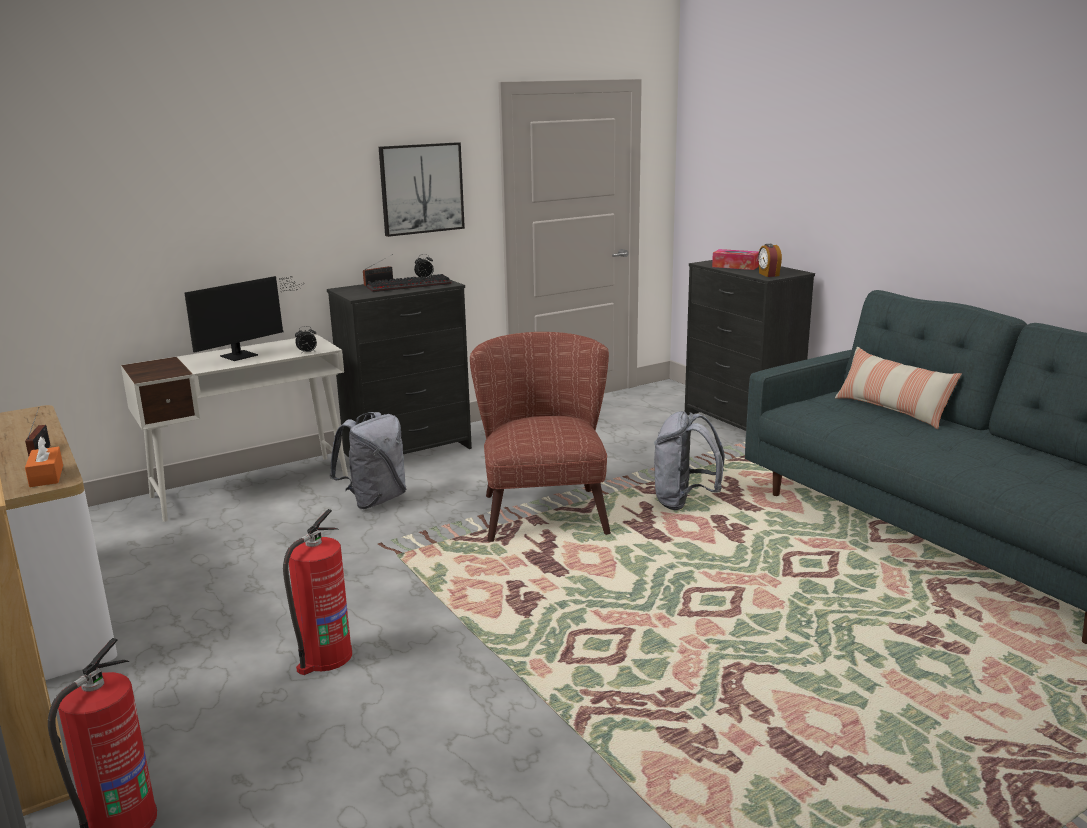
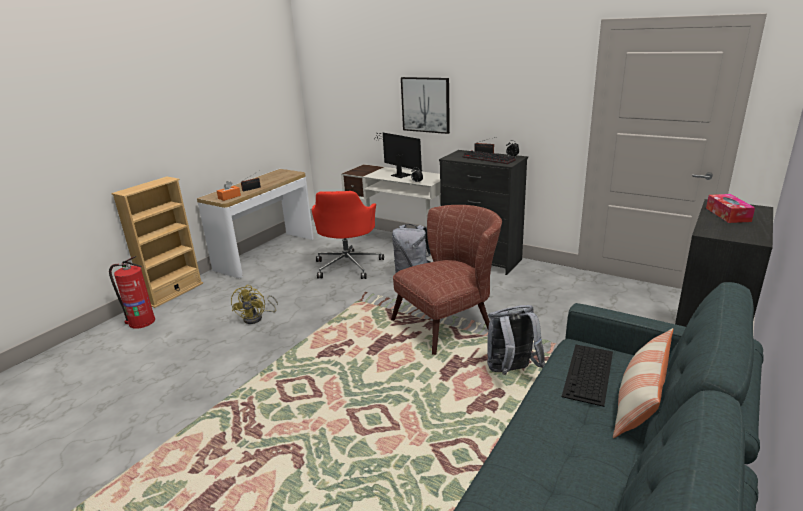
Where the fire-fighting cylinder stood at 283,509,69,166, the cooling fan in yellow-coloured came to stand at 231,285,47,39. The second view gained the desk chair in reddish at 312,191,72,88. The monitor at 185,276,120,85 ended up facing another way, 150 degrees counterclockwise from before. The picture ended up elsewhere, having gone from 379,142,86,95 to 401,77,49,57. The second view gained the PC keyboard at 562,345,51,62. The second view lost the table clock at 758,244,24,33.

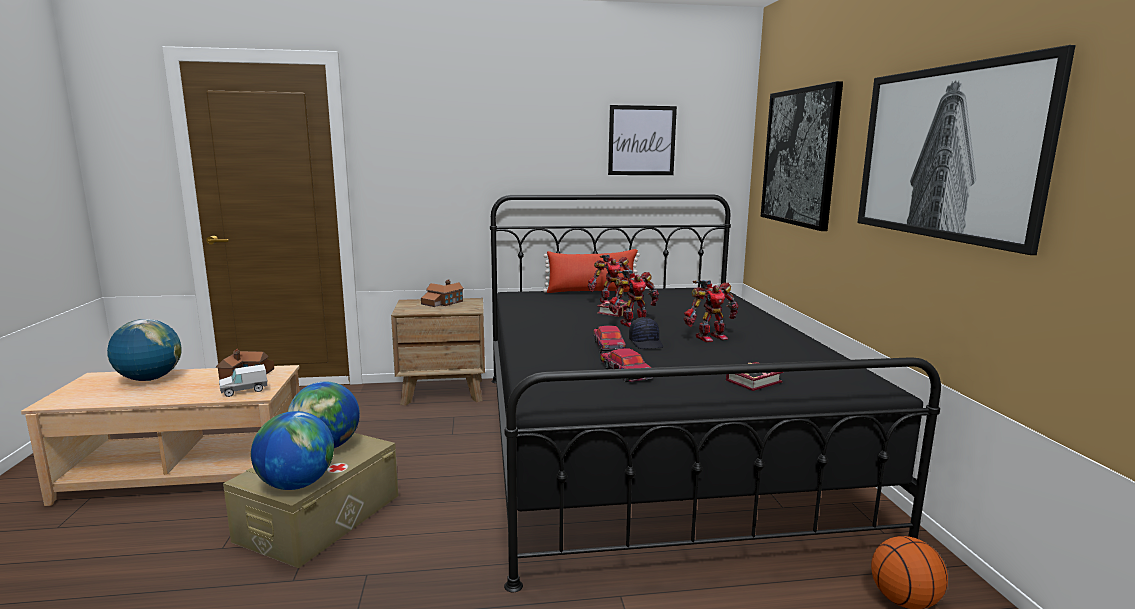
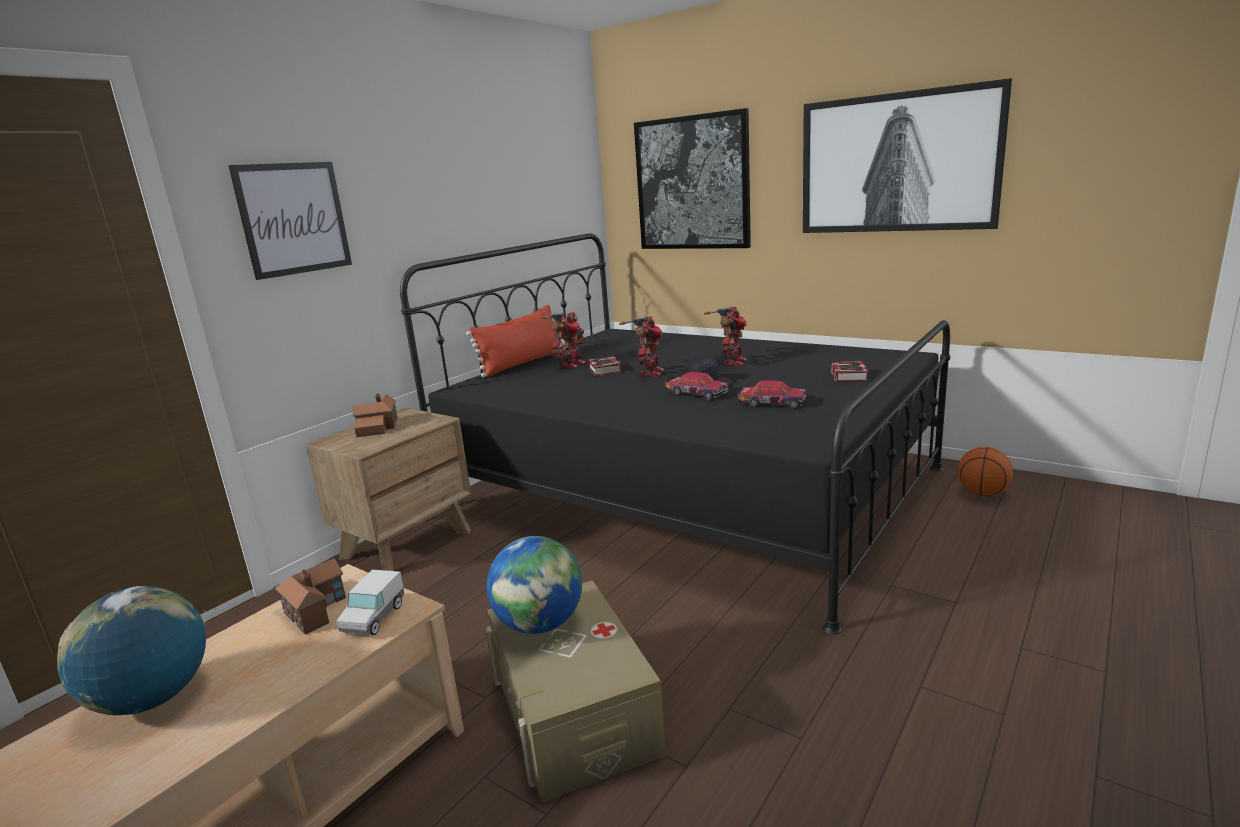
The picture ended up elsewhere, having gone from 608,105,69,70 to 228,162,124,118. The second view lost the desk globe at 251,411,83,79.

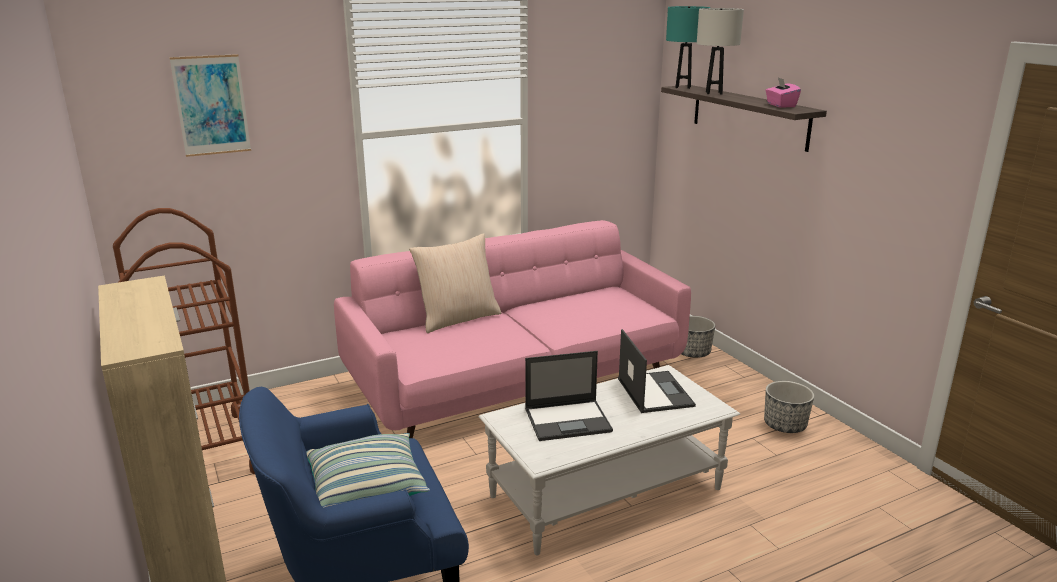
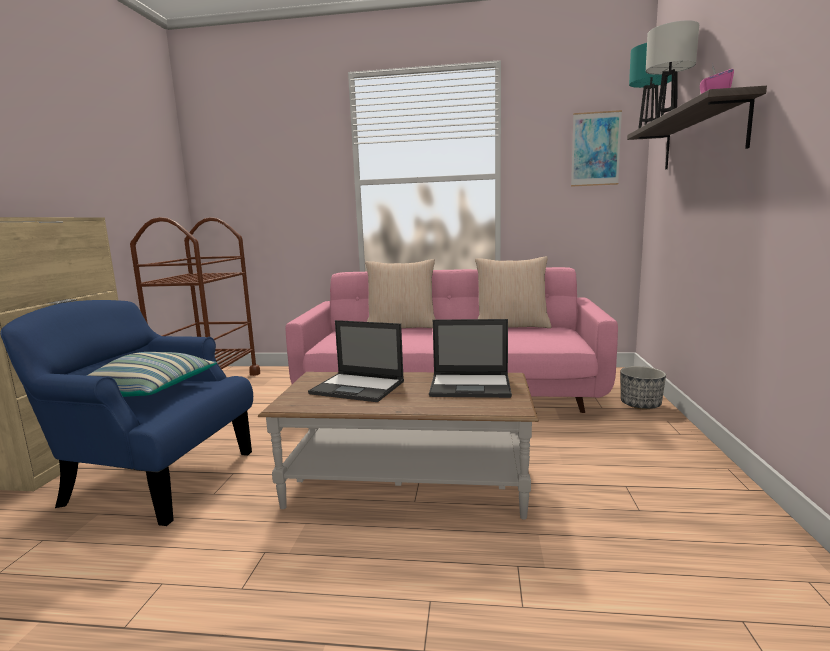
What was the coffee table in white at 479,365,261,190 turned into the coffee table in brown-coloured at 258,372,281,148. The portable computer at 618,329,78,84 ended up facing another way, 75 degrees clockwise from before. The second view gained the cushion in sand-coloured at 475,256,76,72. The picture ended up elsewhere, having gone from 169,54,82,103 to 571,110,51,77. The second view lost the plant pot at 764,381,50,52.

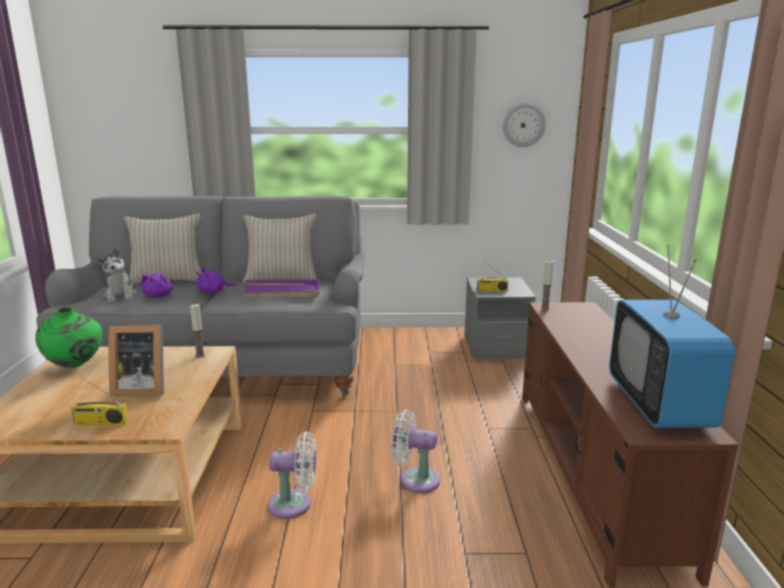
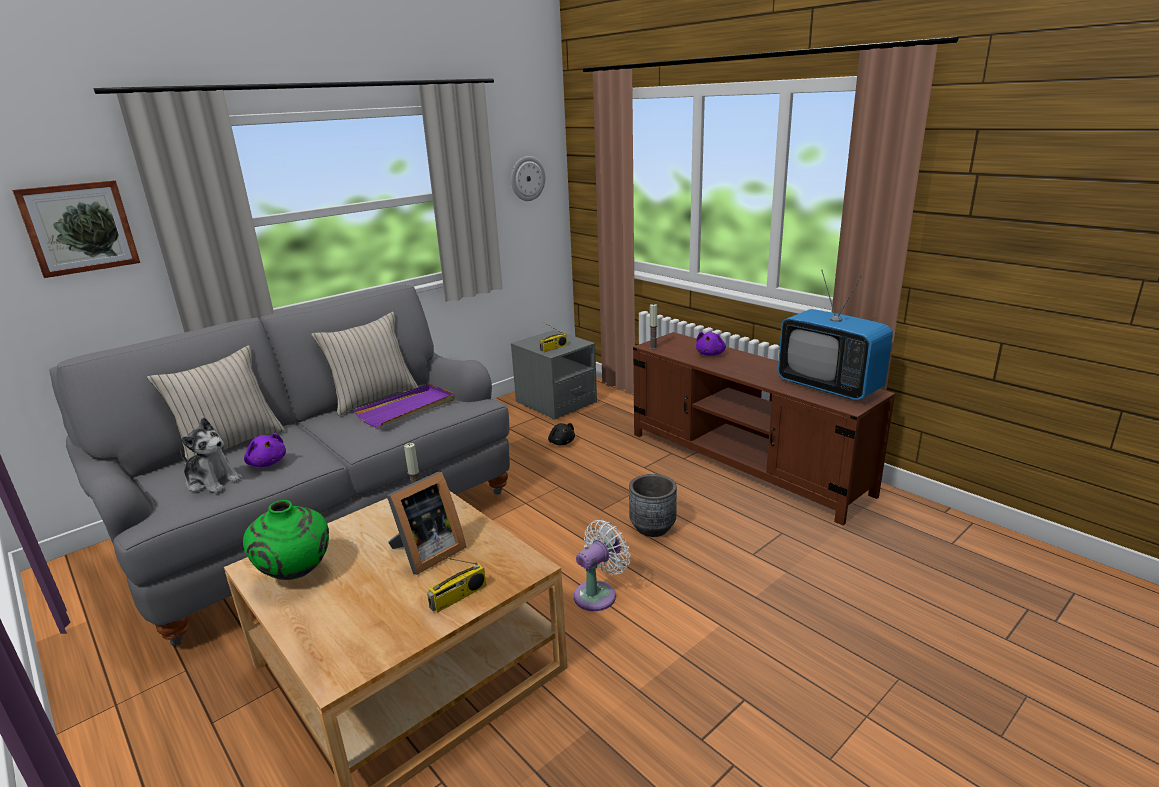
The second view gained the picture at 12,180,128,98. The second view gained the soft toy in black-coloured at 548,423,27,22. Where the cooling fan in white stood at 390,410,50,83, the plant pot in greyish came to stand at 629,474,48,63. The soft toy in purple ended up elsewhere, having gone from 196,268,40,25 to 696,332,30,24.

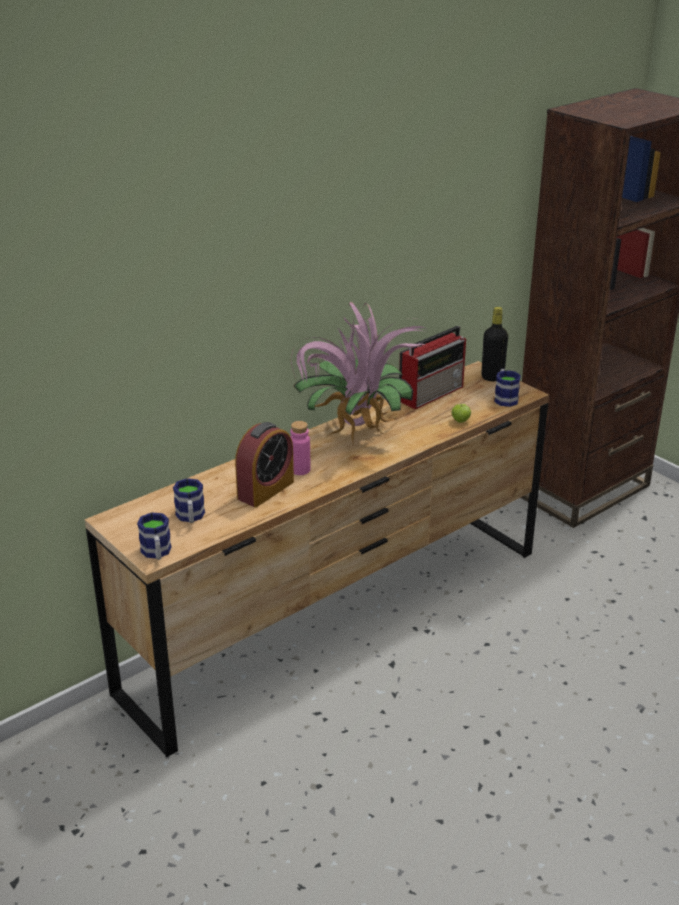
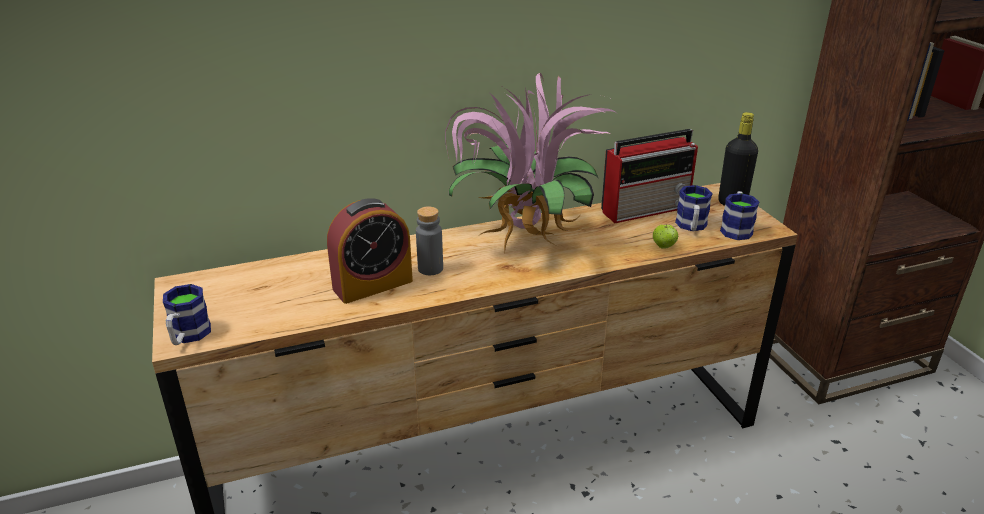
What was the beverage bottle in pink-coloured at 290,421,21,54 turned into the beverage bottle in greyish at 416,206,27,69. The coffee mug ended up elsewhere, having gone from 173,478,32,45 to 675,185,38,46.

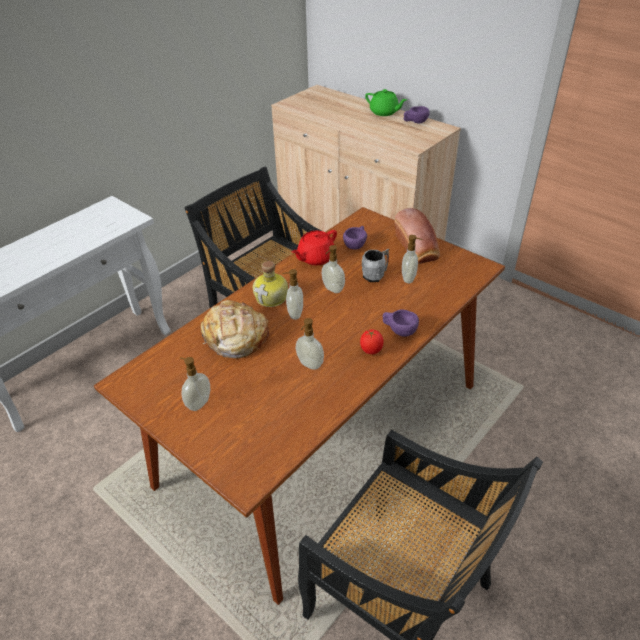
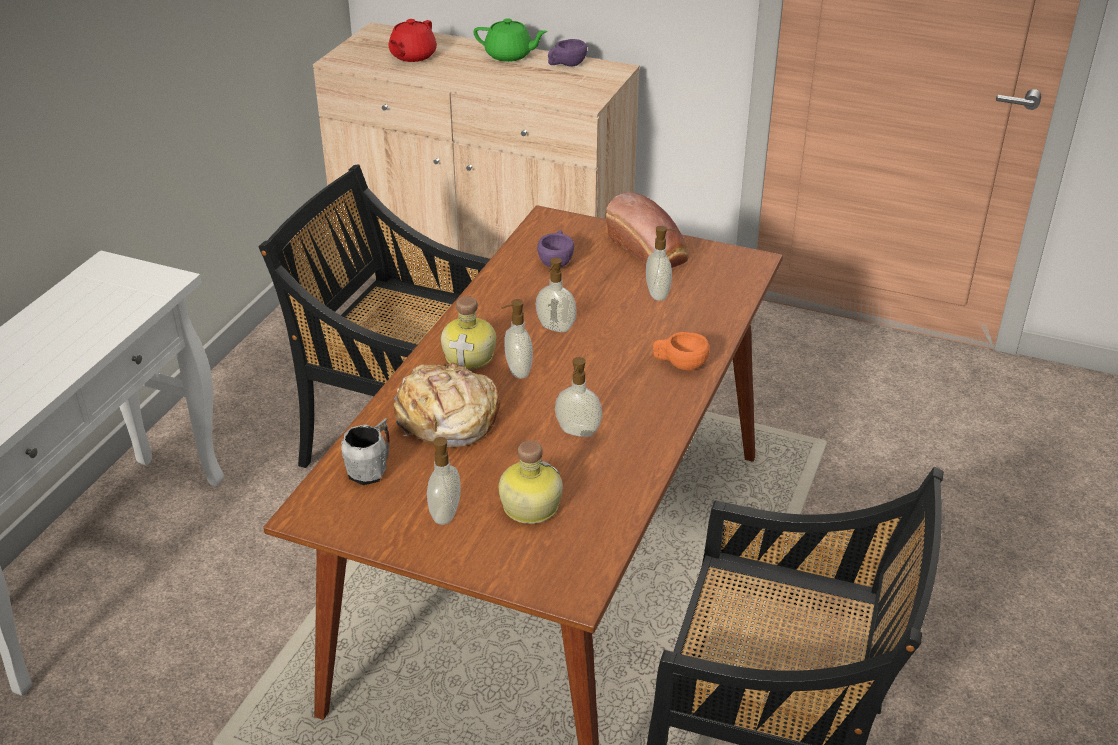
The coffee mug in greyish ended up elsewhere, having gone from 362,249,27,33 to 341,418,49,67. The pot for tea in reddish ended up elsewhere, having gone from 292,230,45,35 to 389,19,48,43. The second view gained the beverage bottle at 498,440,65,84. What was the cup in purple at 383,309,36,28 turned into the cup in orange-coloured at 653,332,57,38. The second view lost the tomato at 360,329,23,25.

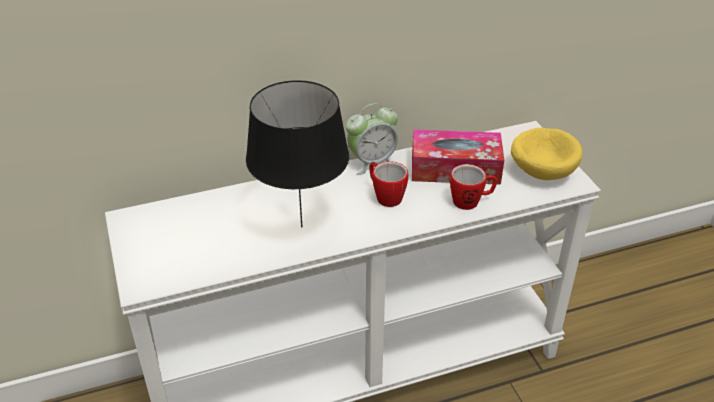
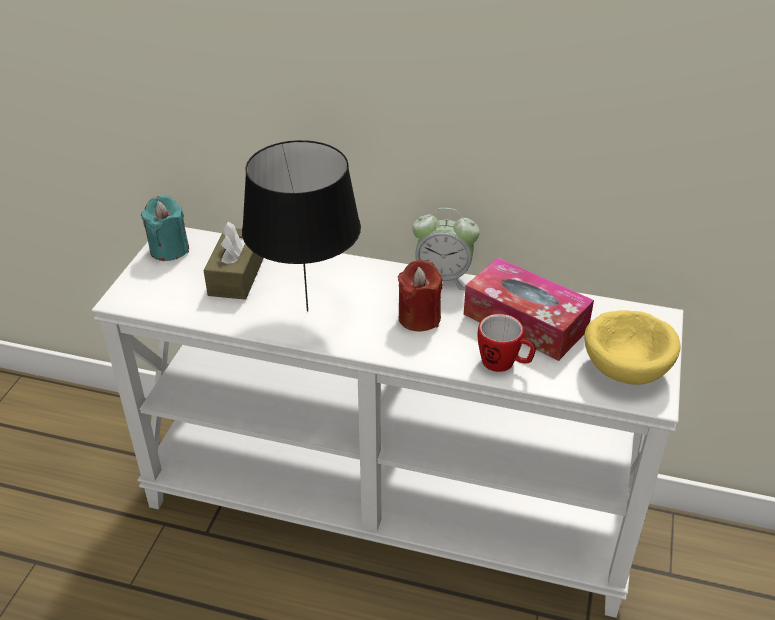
The second view gained the candle in turquoise-coloured at 141,196,48,65. The second view gained the box of tissues in brown-coloured at 204,222,60,78. Where the coffee mug stood at 369,161,39,46, the candle in reddish came to stand at 398,260,45,71.

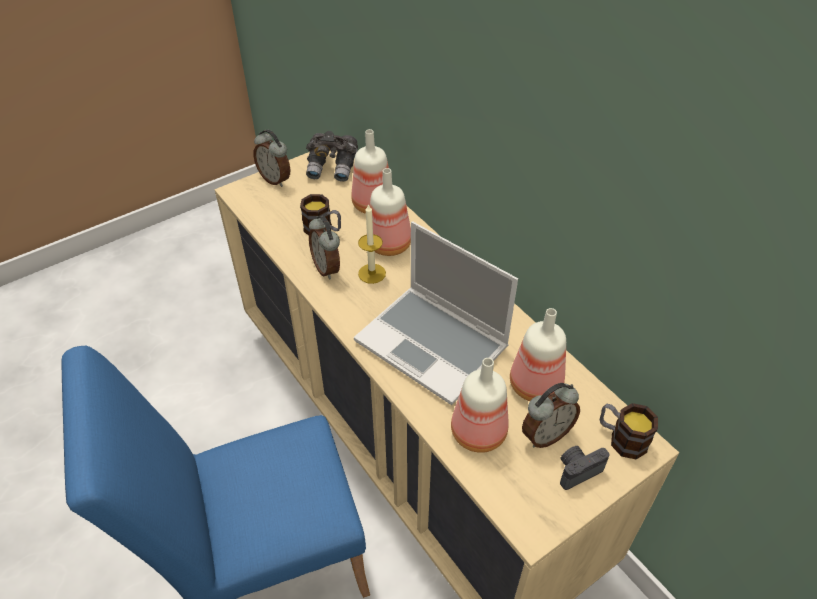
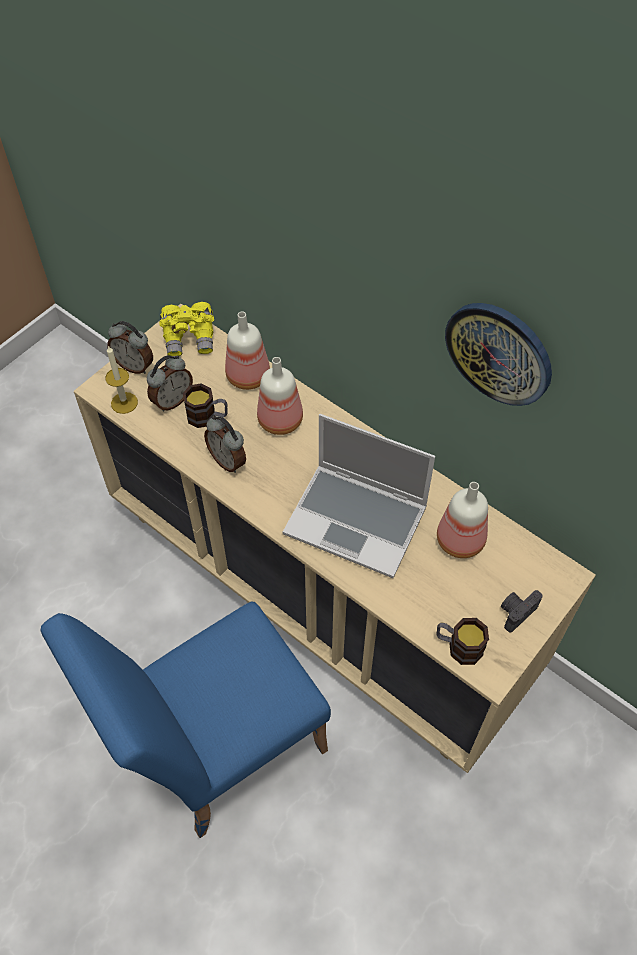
The candle ended up elsewhere, having gone from 358,204,28,80 to 105,346,33,68. The table clock ended up elsewhere, having gone from 522,383,58,65 to 147,355,46,57. What was the pair of binoculars in greyish at 306,131,52,51 turned into the pair of binoculars in yellow-coloured at 159,302,55,54. The coffee mug ended up elsewhere, having gone from 600,403,58,56 to 436,618,53,47. The second view gained the hanging clock at 445,303,107,103. The second view lost the beverage bottle at 451,358,58,95.

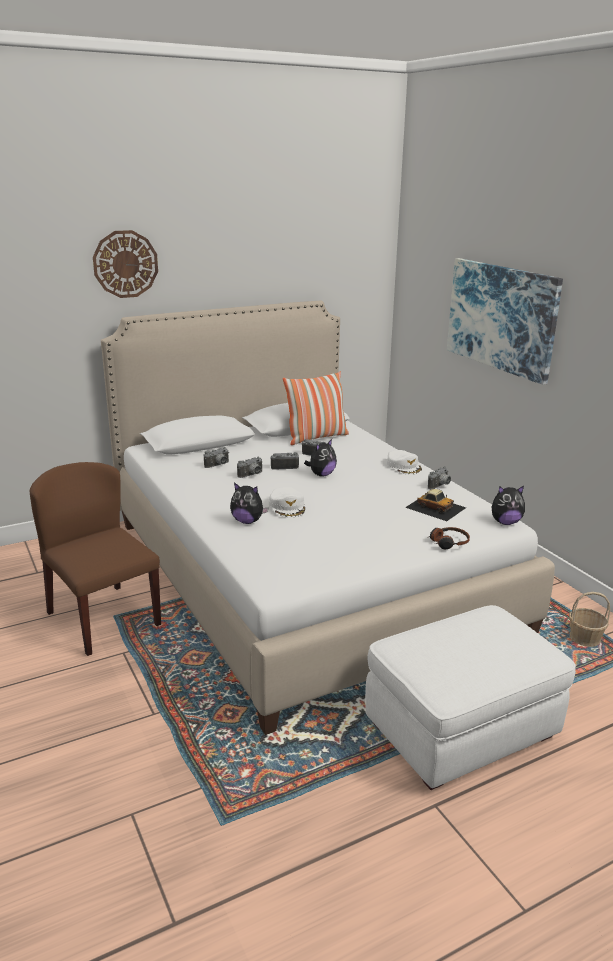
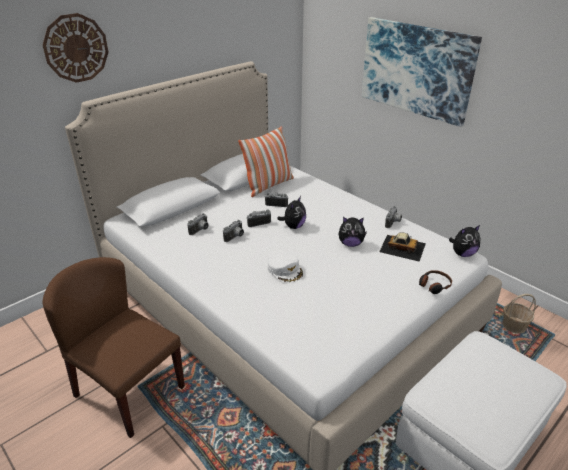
The soft toy ended up elsewhere, having gone from 230,482,38,42 to 339,217,28,30. The second view lost the peaked cap in white at 387,450,35,25.

